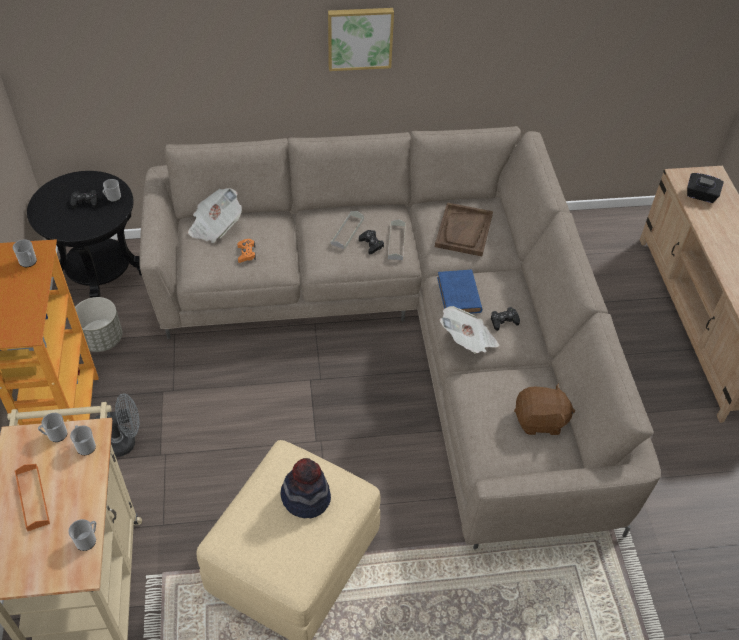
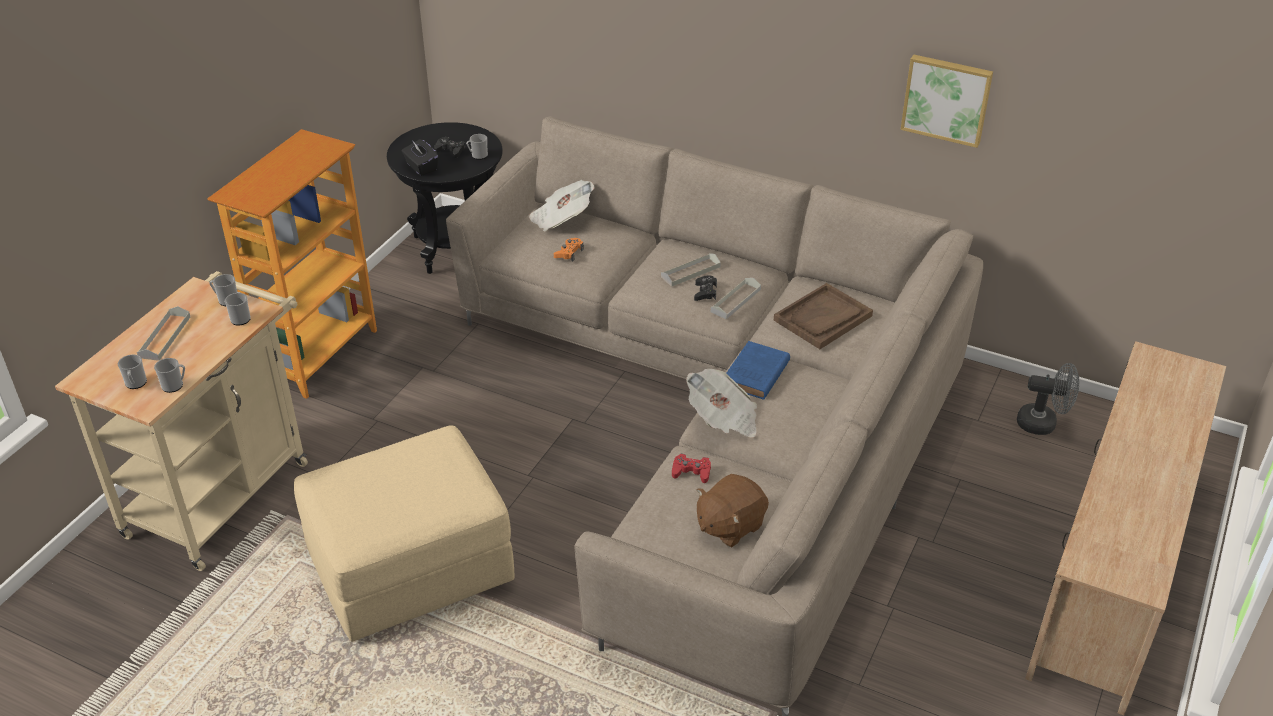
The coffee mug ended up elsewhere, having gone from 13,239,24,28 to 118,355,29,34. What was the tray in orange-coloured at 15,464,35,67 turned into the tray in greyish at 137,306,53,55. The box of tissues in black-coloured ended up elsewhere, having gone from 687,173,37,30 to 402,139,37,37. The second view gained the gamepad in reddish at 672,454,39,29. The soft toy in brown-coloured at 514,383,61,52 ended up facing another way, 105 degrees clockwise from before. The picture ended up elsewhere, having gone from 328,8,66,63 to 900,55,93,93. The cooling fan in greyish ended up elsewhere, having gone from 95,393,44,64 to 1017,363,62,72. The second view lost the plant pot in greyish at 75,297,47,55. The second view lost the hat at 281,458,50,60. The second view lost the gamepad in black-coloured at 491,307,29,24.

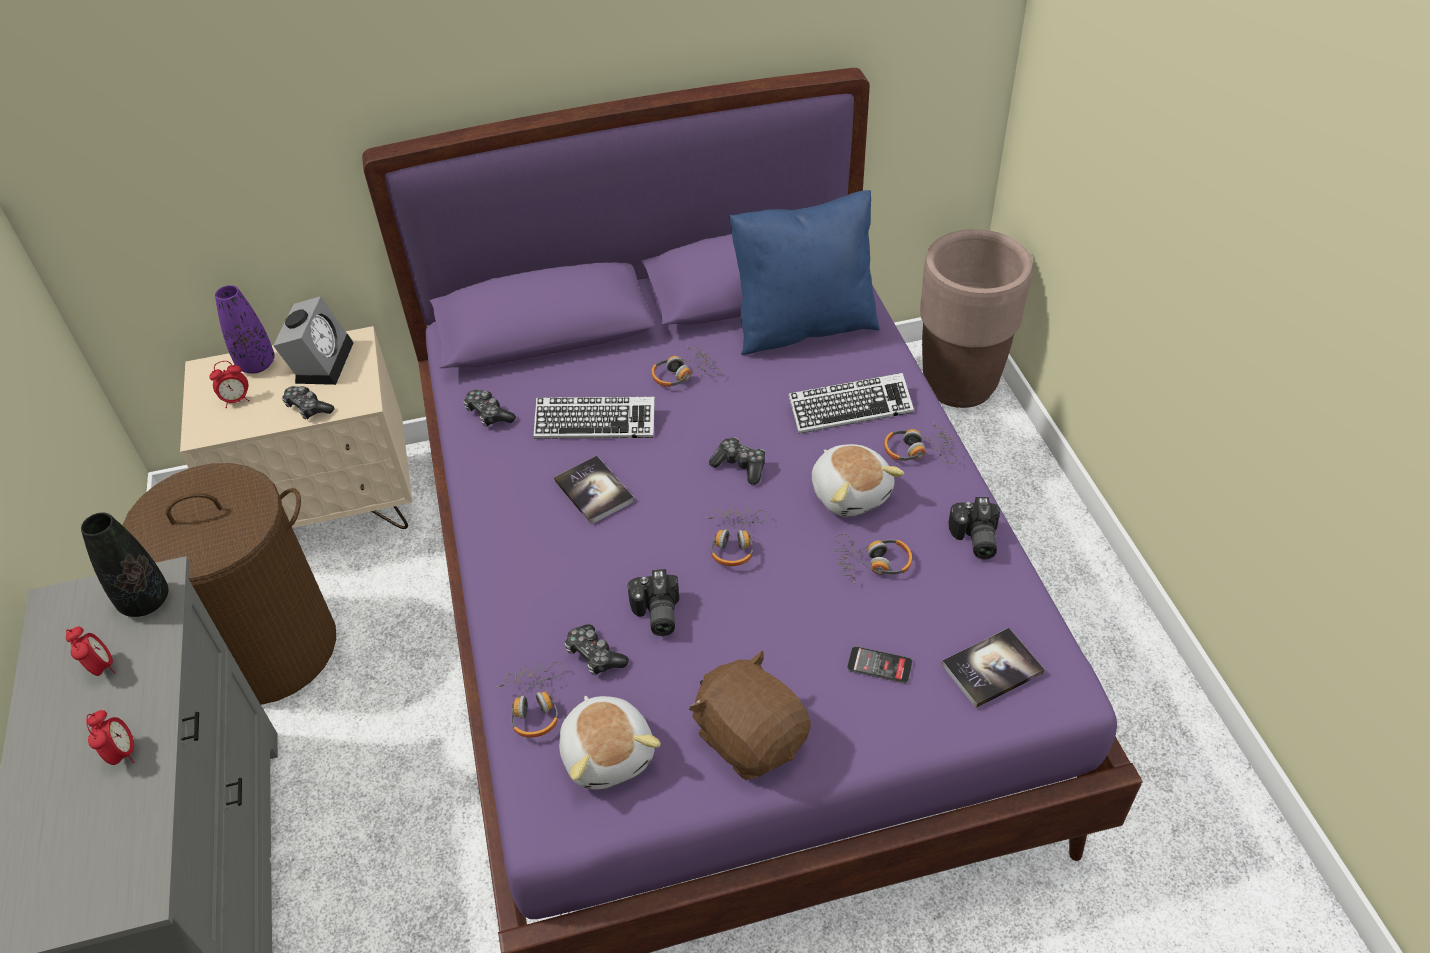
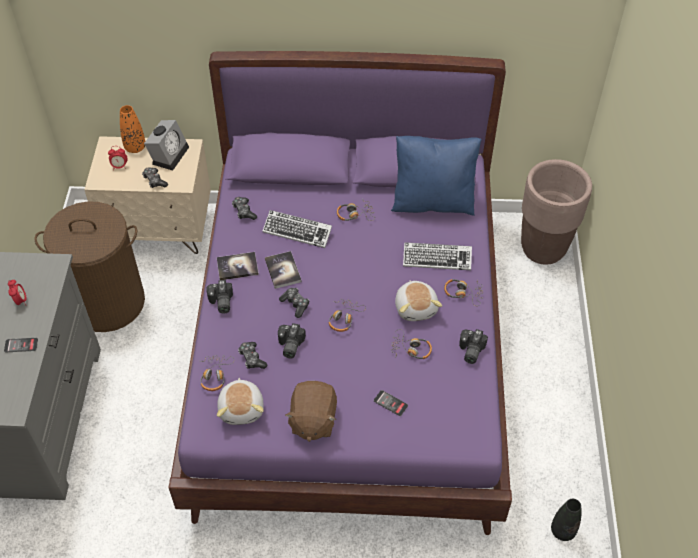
Where the table clock stood at 86,710,49,55, the phone came to stand at 4,338,34,14. What was the vase in purple at 215,285,60,89 turned into the vase in orange-coloured at 120,105,25,48. The second view gained the still camera at 206,280,27,34. The volume ended up elsewhere, having gone from 941,628,104,80 to 217,252,42,28. The gamepad ended up elsewhere, having gone from 709,437,56,48 to 279,288,30,30. The soft toy in brown-coloured at 689,651,122,129 ended up facing another way, 150 degrees counterclockwise from before. The vase in black-coloured ended up elsewhere, having gone from 81,513,88,104 to 551,499,30,42.

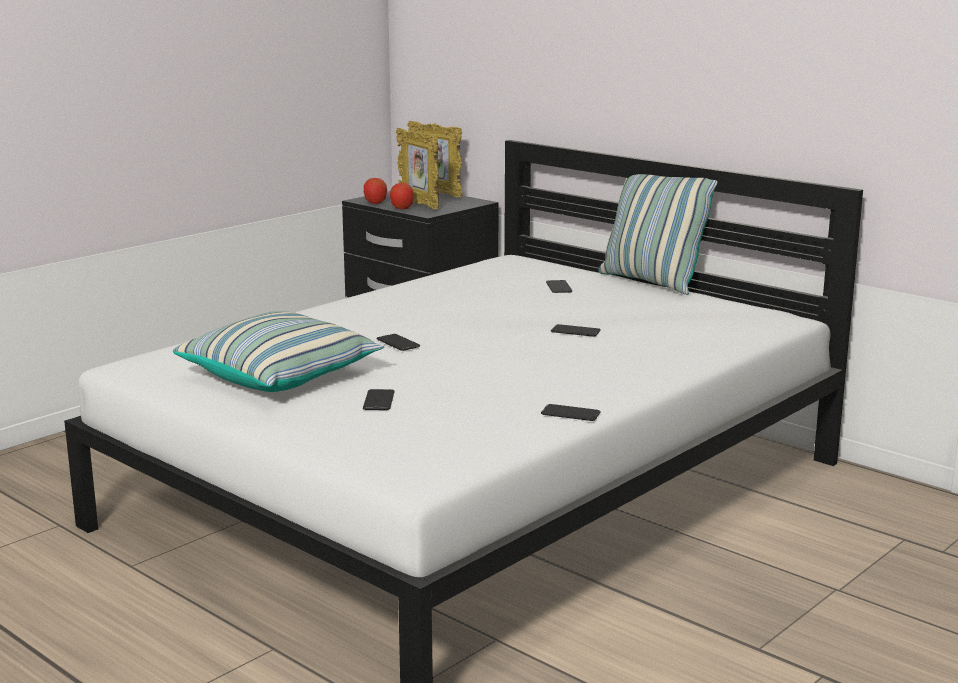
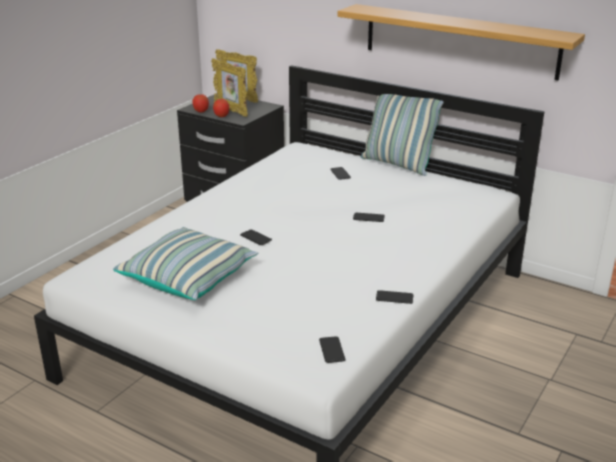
The phone ended up elsewhere, having gone from 363,389,32,21 to 319,336,27,27. The second view gained the bracket shelf at 338,4,247,76.

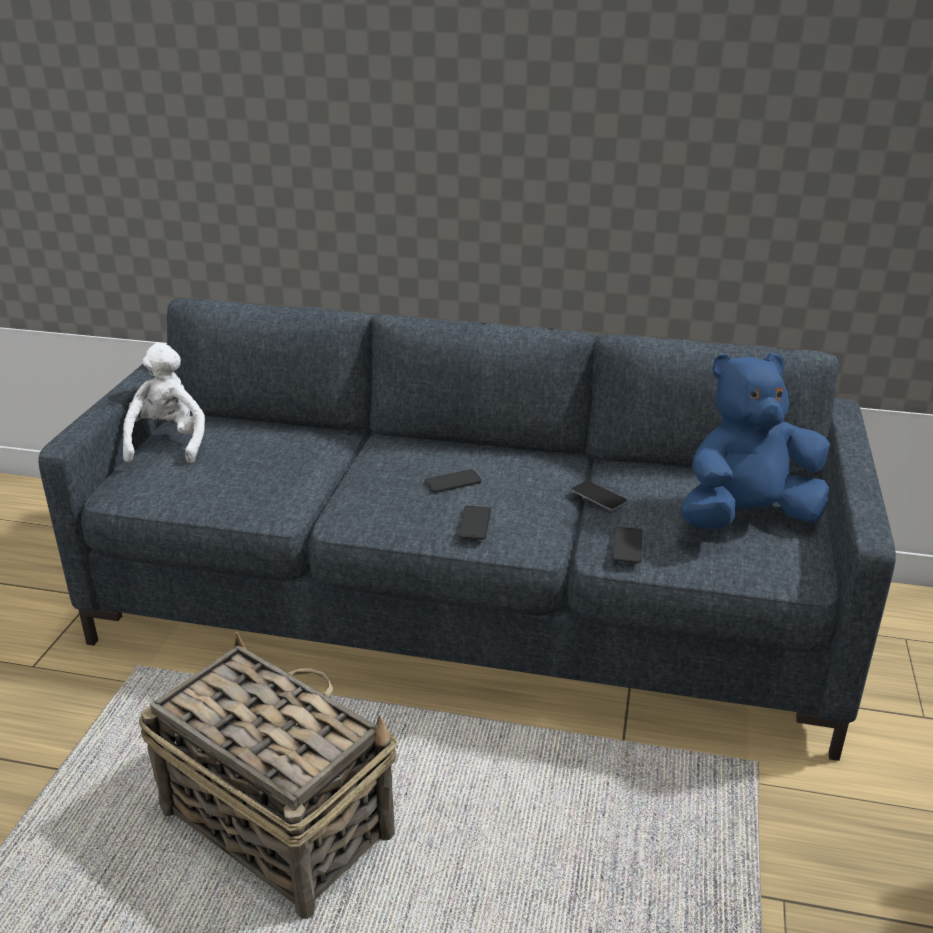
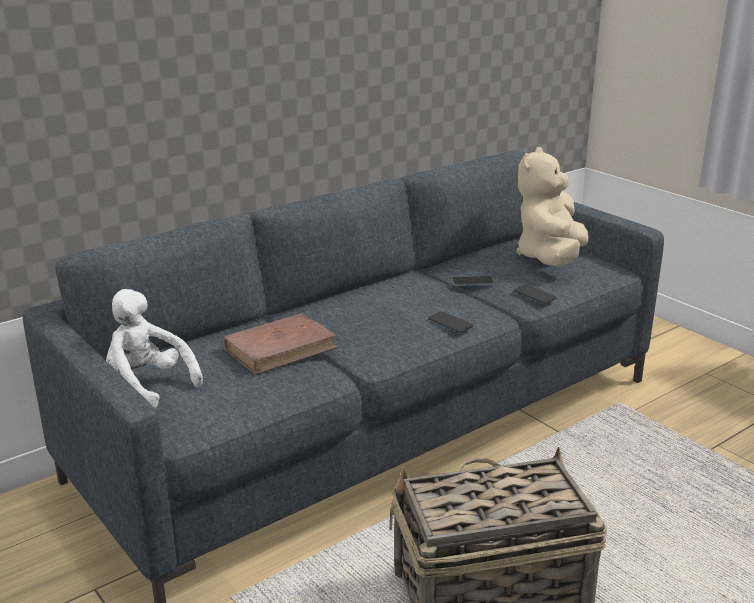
The second view gained the volume in brown-coloured at 223,313,115,62. What was the soft toy in blue at 681,352,149,177 turned into the soft toy in sand-coloured at 516,147,73,119. The second view lost the phone at 425,469,57,24.

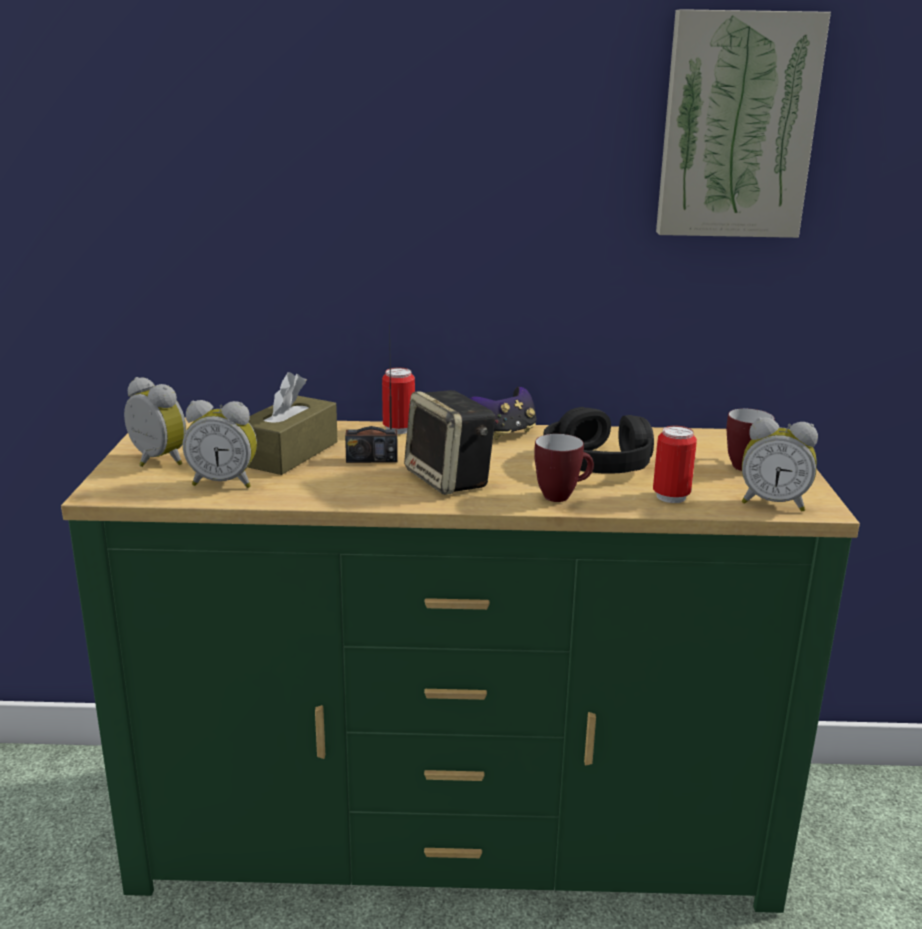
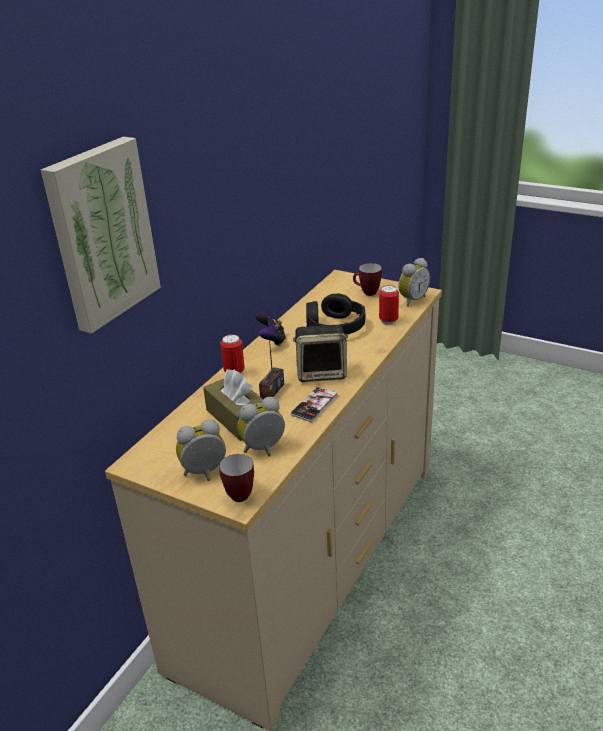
The picture ended up elsewhere, having gone from 656,9,175,229 to 41,137,120,197. What was the dresser in green-coloured at 61,417,799,496 turned into the dresser in sand-coloured at 105,270,337,461. The coffee mug ended up elsewhere, having gone from 534,434,60,68 to 219,454,35,48. The table clock at 183,400,74,88 ended up facing another way, 150 degrees counterclockwise from before. The second view gained the phone at 291,386,47,36.

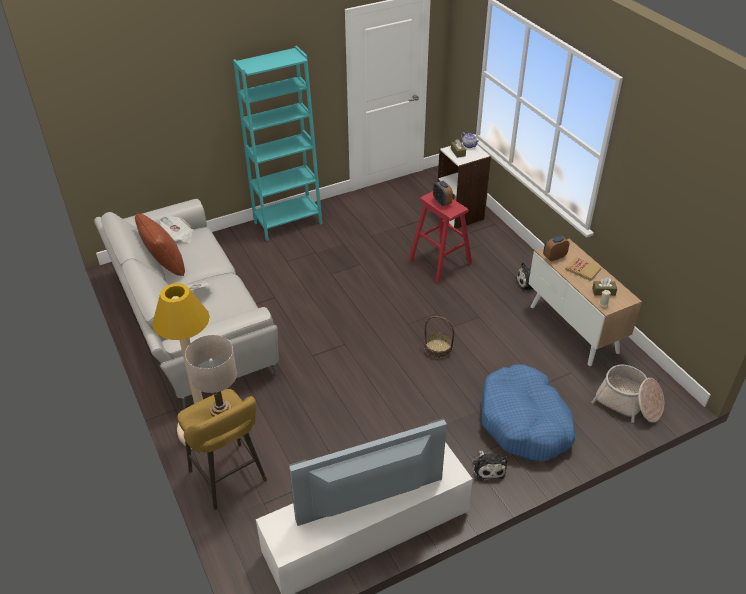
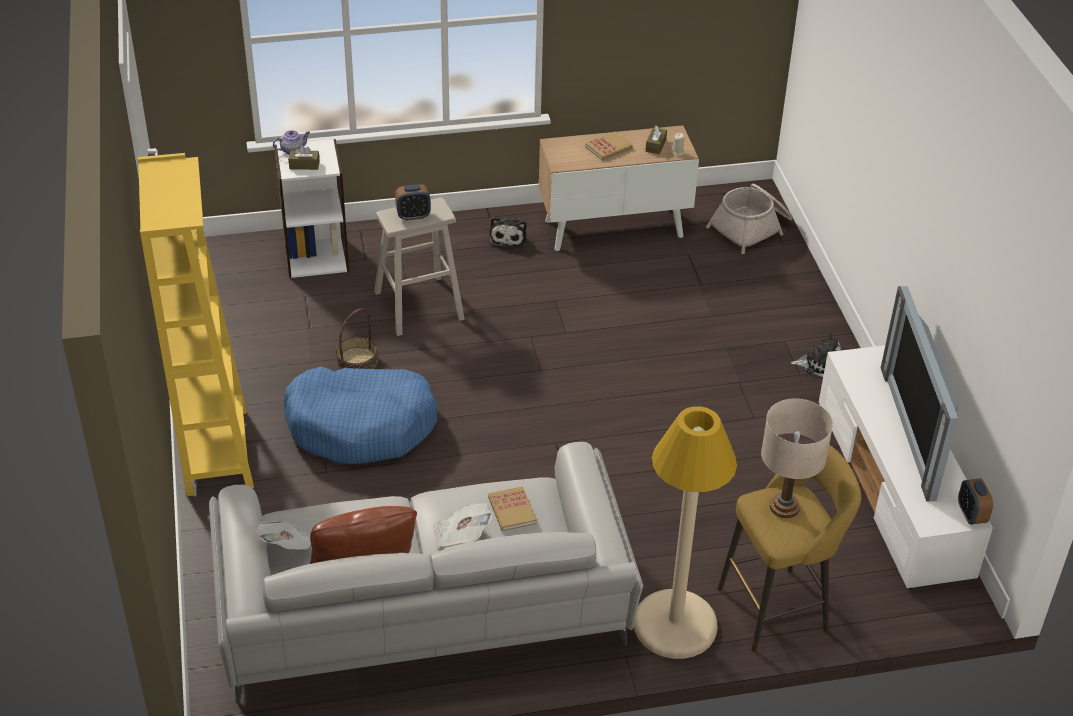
What was the shelving unit in turquoise-coloured at 233,46,89,195 turned into the shelving unit in yellow-coloured at 138,153,116,343. The pet bed in blue ended up elsewhere, having gone from 481,364,94,97 to 284,367,154,97. The basket ended up elsewhere, having gone from 424,316,30,43 to 336,309,42,60. What was the sitting stool in reddish at 408,191,64,91 turned into the sitting stool in sand-coloured at 374,197,91,139. The second view gained the volume at 488,486,49,45. The table clock ended up elsewhere, having gone from 543,235,26,26 to 958,478,35,47.

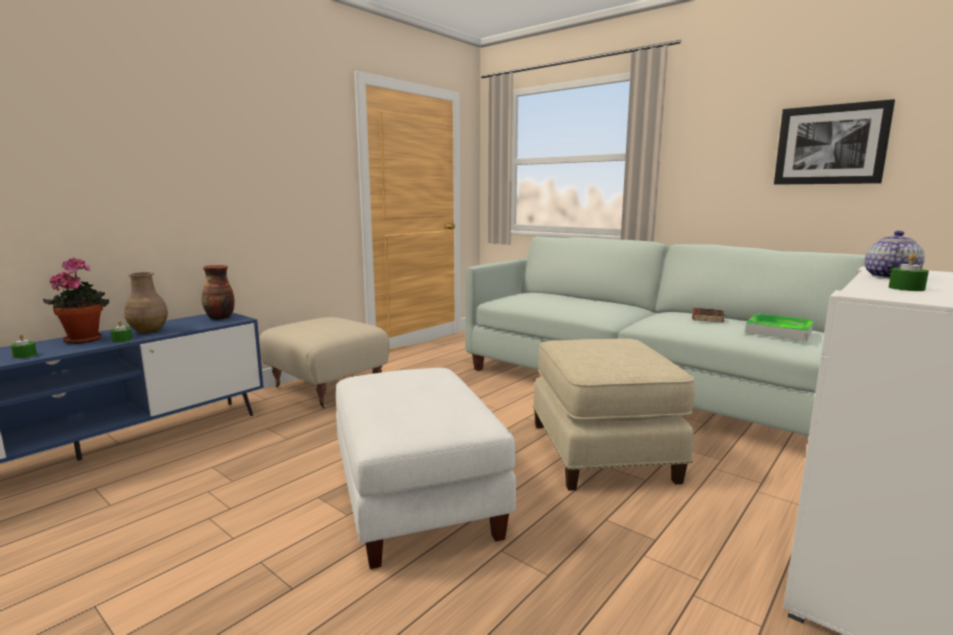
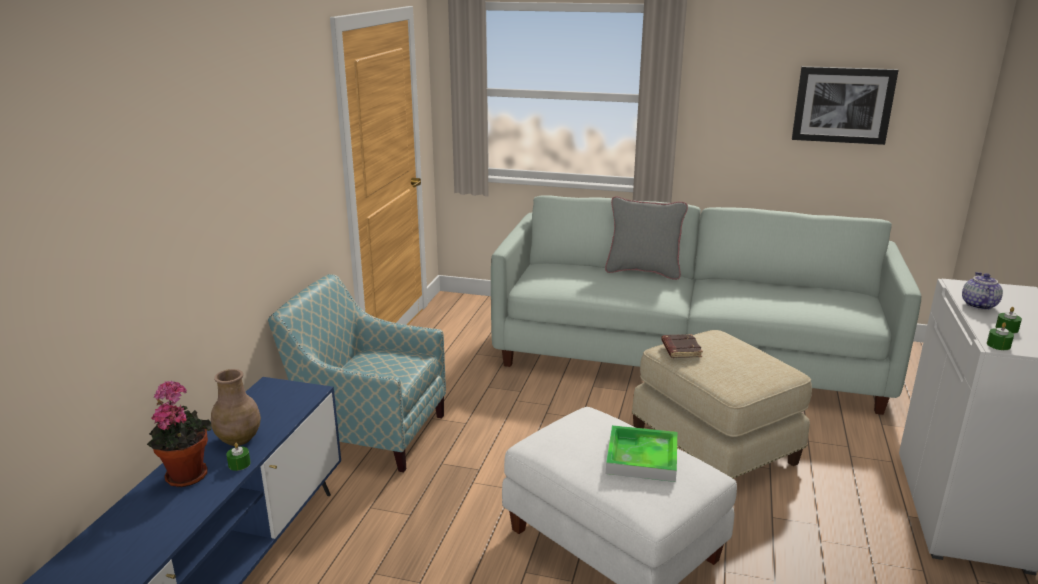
Where the ottoman in sand-coloured stood at 259,317,131,91, the easy chair came to stand at 268,274,178,198. The second view gained the cushion in greyish at 605,196,83,84. The tray ended up elsewhere, having gone from 745,313,68,28 to 606,425,71,57. The volume in brown-coloured ended up elsewhere, having gone from 692,308,33,15 to 661,334,42,24. The candle in green-coloured ended up elsewhere, having gone from 10,334,27,25 to 987,322,27,28. The second view lost the vase at 202,265,33,55.

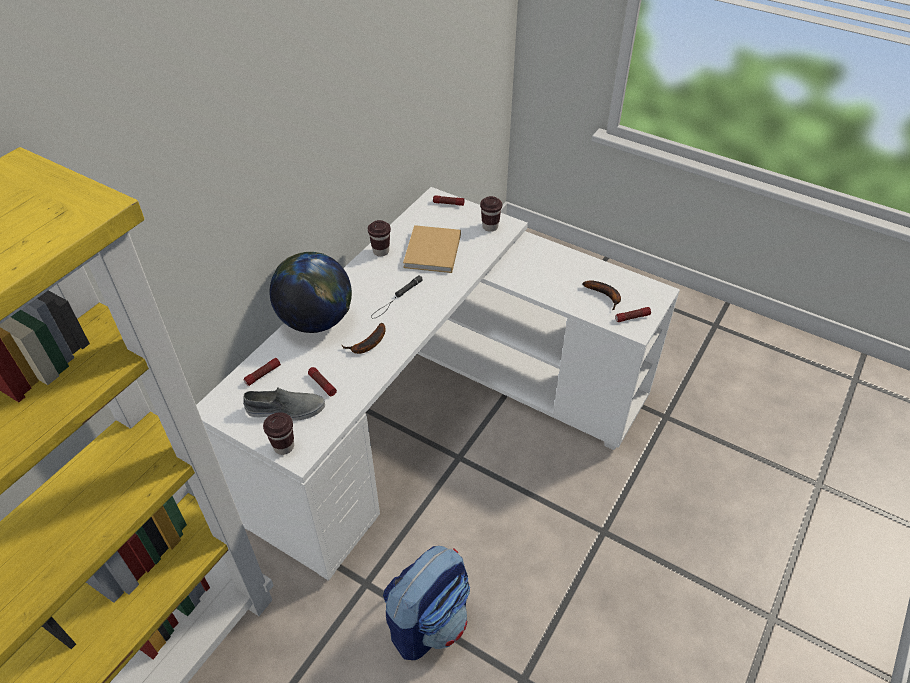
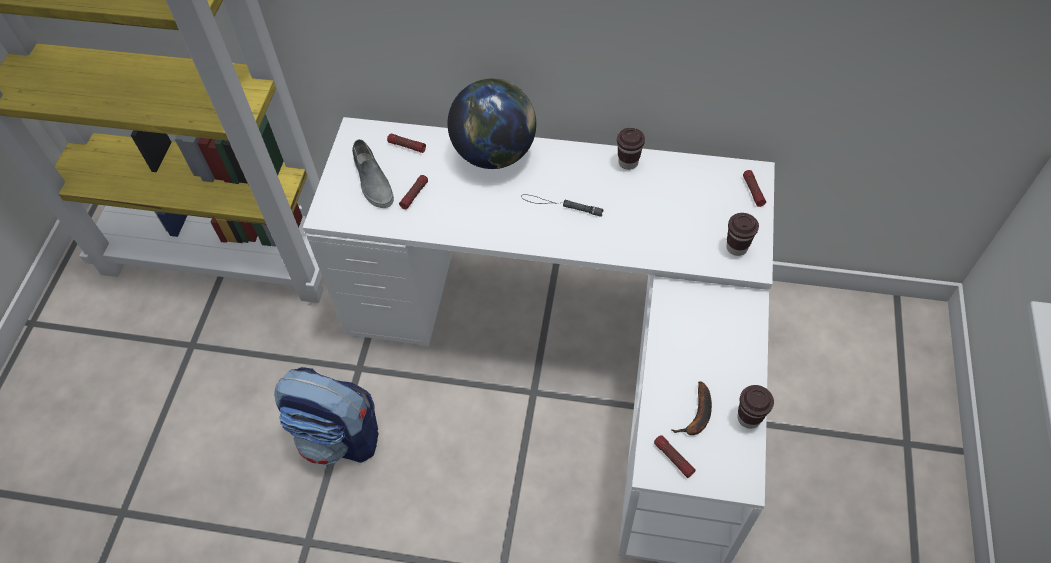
The cup in brown-coloured ended up elsewhere, having gone from 263,412,31,43 to 737,385,37,44. The second view lost the banana fruit at 342,323,44,31. The second view lost the volume in sand-coloured at 403,225,58,48.

